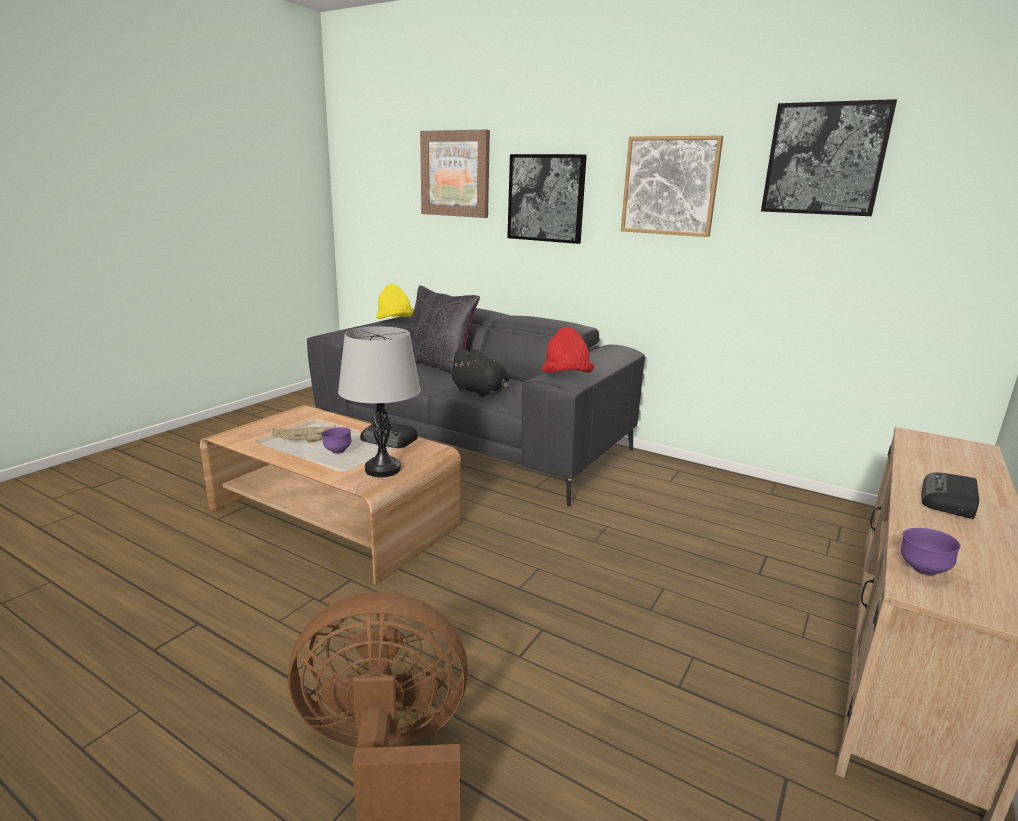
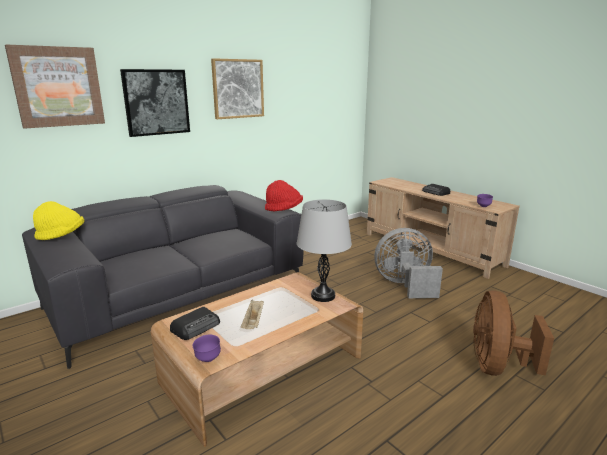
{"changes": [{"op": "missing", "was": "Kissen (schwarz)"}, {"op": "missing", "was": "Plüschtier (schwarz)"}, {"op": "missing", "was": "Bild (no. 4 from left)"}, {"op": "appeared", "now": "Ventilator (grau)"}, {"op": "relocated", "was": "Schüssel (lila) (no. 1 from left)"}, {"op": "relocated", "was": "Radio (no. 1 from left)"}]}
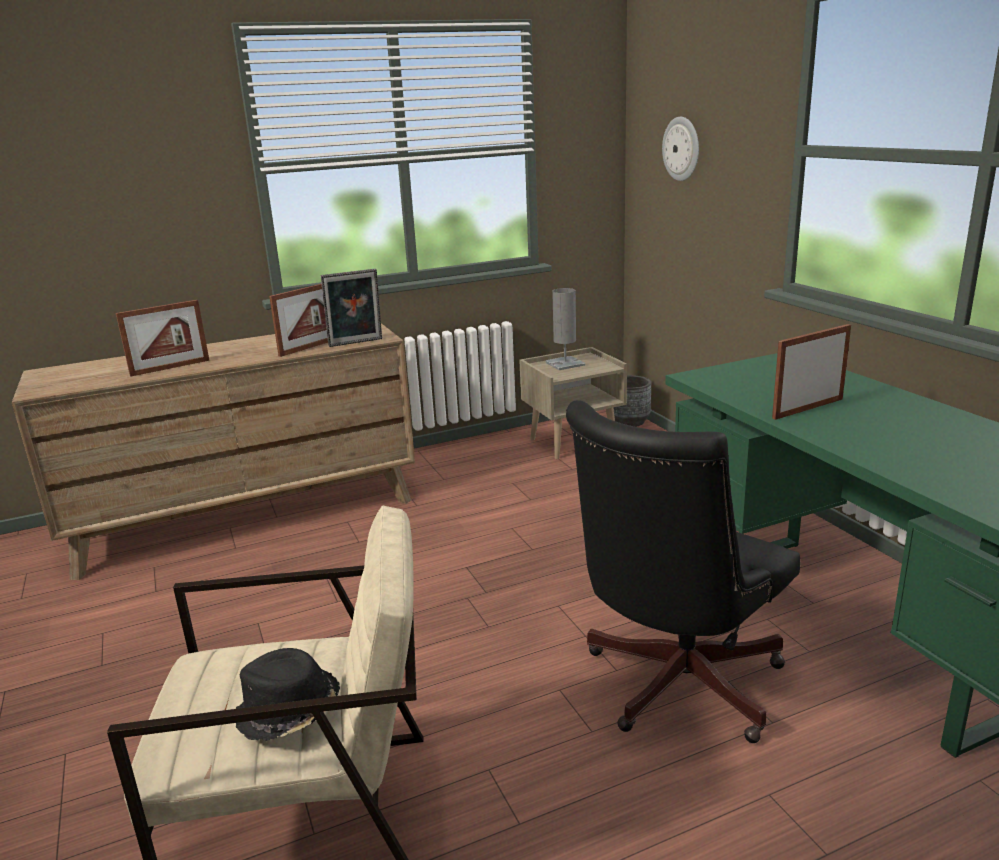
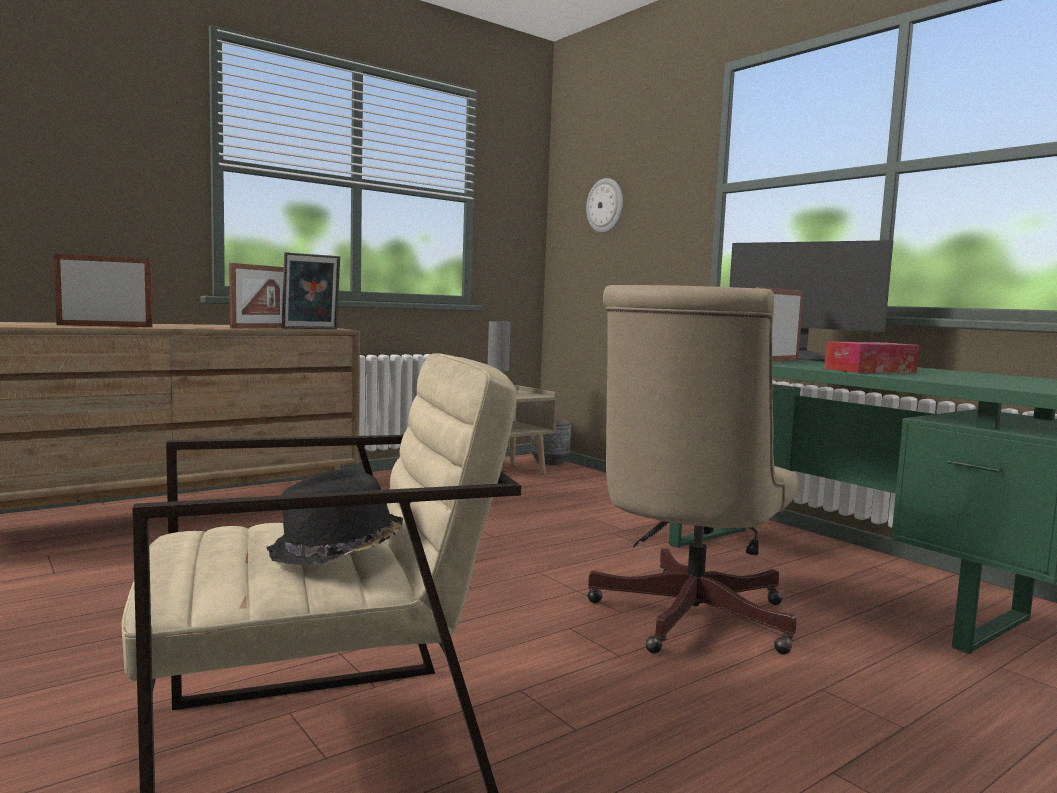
{"changes": [{"op": "appeared", "now": "Monitor"}, {"op": "appeared", "now": "Taschentuchbox"}, {"op": "colour", "was": "Bürostuhl (schwarz)", "now": "Bürostuhl (beige)"}, {"op": "spun", "was": "Bilderrahmen (no. 1 from left)", "clockwise": -150}]}
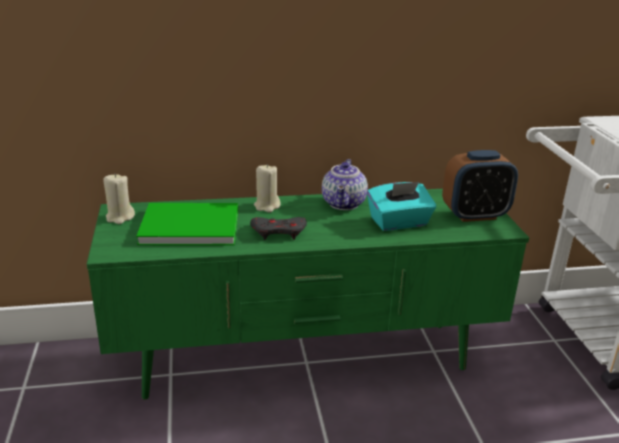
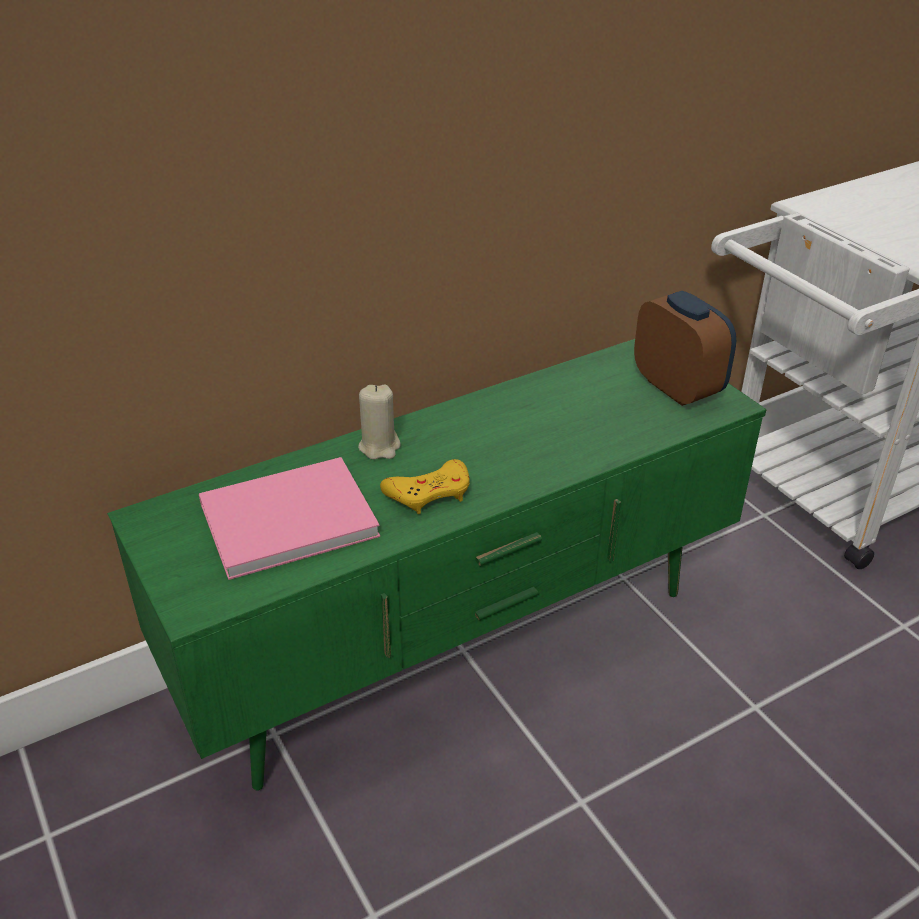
{"changes": [{"op": "missing", "was": "Kerze (beige) (no. 1 from left)"}, {"op": "missing", "was": "Teekanne"}, {"op": "missing", "was": "Taschentuchbox (türkis)"}, {"op": "colour", "was": "Buch (grün)", "now": "Buch (rosa)"}, {"op": "colour", "was": "Gamepad (grau)", "now": "Gamepad (gelb)"}, {"op": "spun", "was": "Wecker", "clockwise": -90}]}
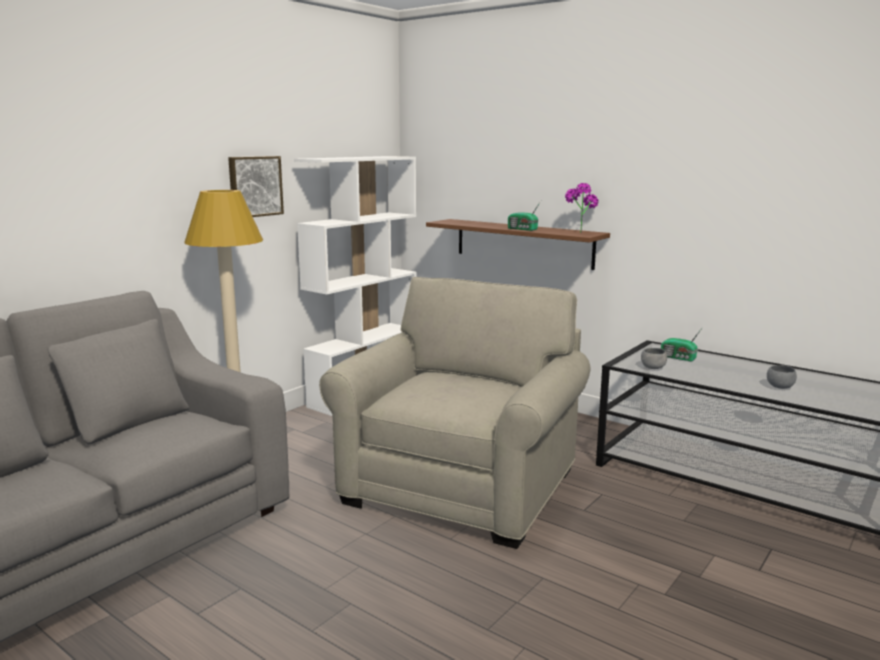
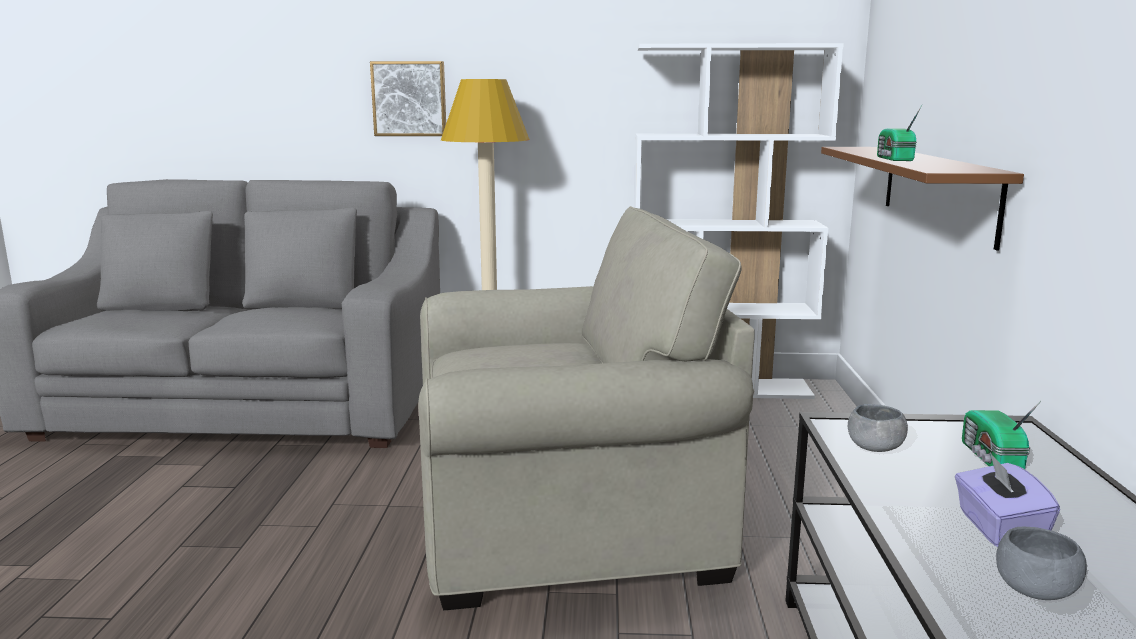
{"changes": [{"op": "missing", "was": "Topfpflanze"}, {"op": "appeared", "now": "Taschentuchbox (lila)"}, {"op": "relocated", "was": "Bild"}]}
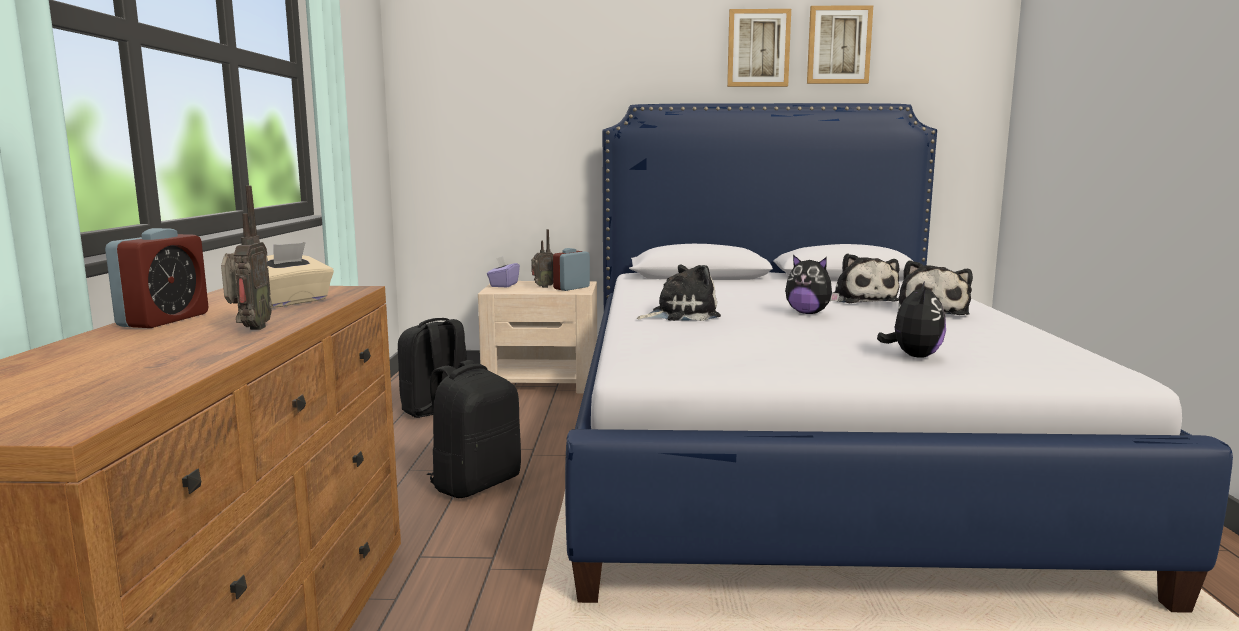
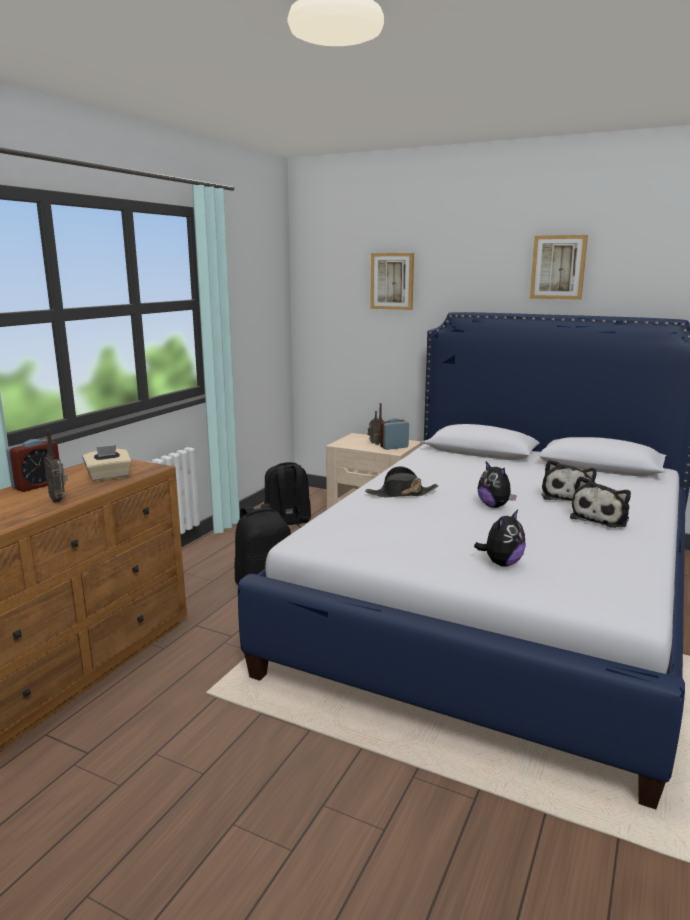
{"changes": [{"op": "missing", "was": "Taschentuchbox (lila)"}, {"op": "relocated", "was": "Bild (no. 2 from left in the first image)", "now": "Bild (no. 1 from left)"}, {"op": "exchanged", "was": "Plüschtier (no. 1 from left)", "now": "Hut (schwarz)"}, {"op": "spun", "was": "Radio (no. 1 from left)", "clockwise": 120}]}
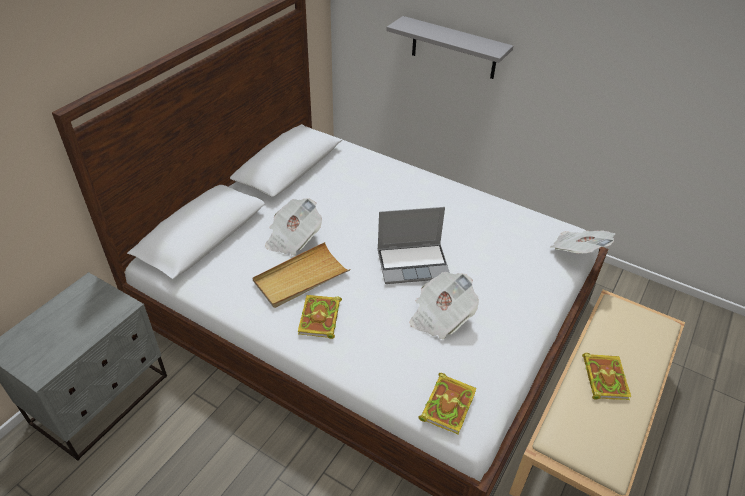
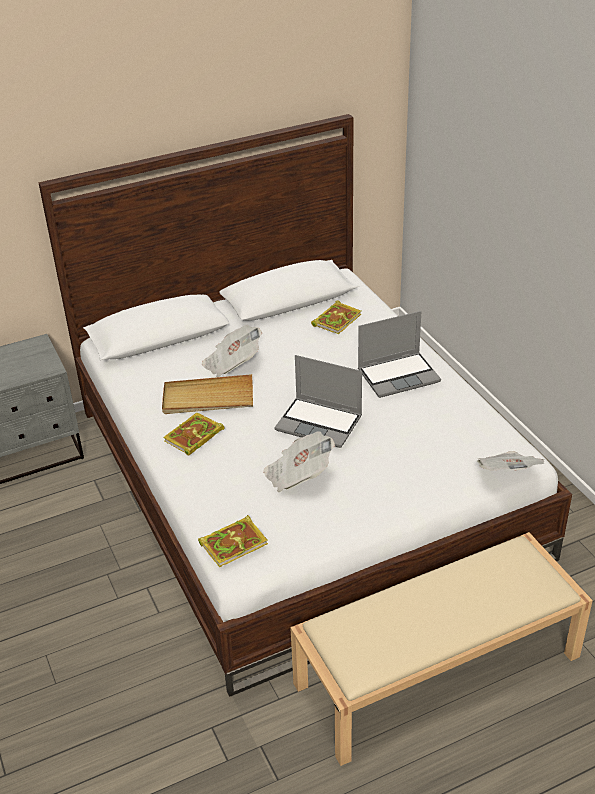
{"changes": [{"op": "missing", "was": "Wandregal (grau)"}, {"op": "appeared", "now": "Laptop (no. 2 from left)"}, {"op": "relocated", "was": "Buch (no. 3 from left)"}]}
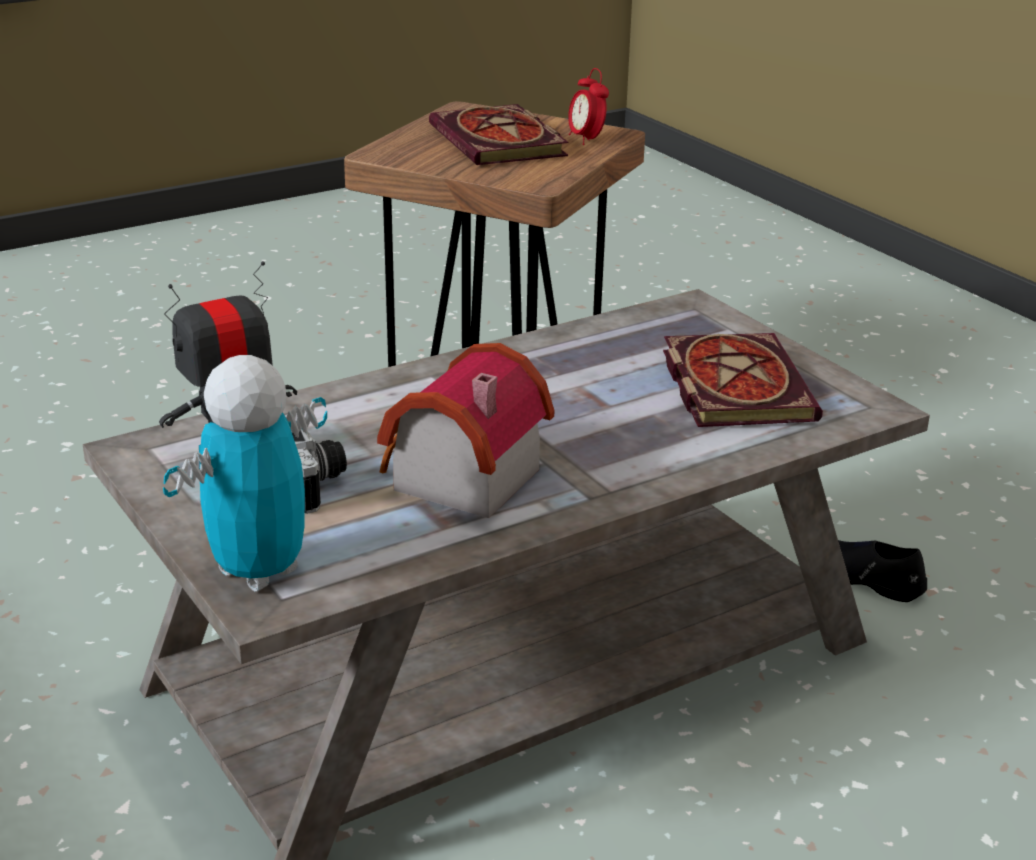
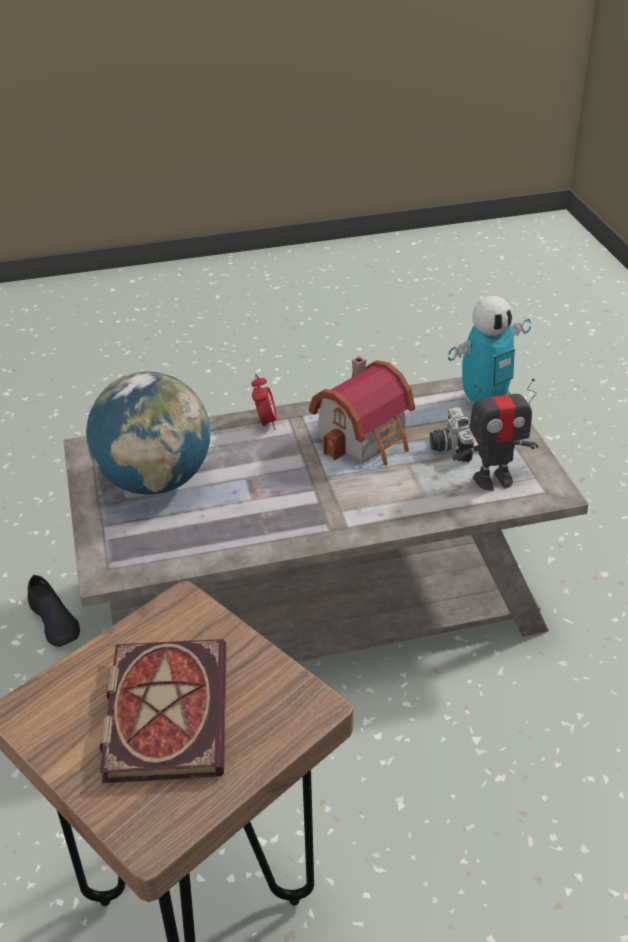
{"changes": [{"op": "relocated", "was": "Wecker"}, {"op": "exchanged", "was": "Buch (no. 2 from left)", "now": "Globus"}]}
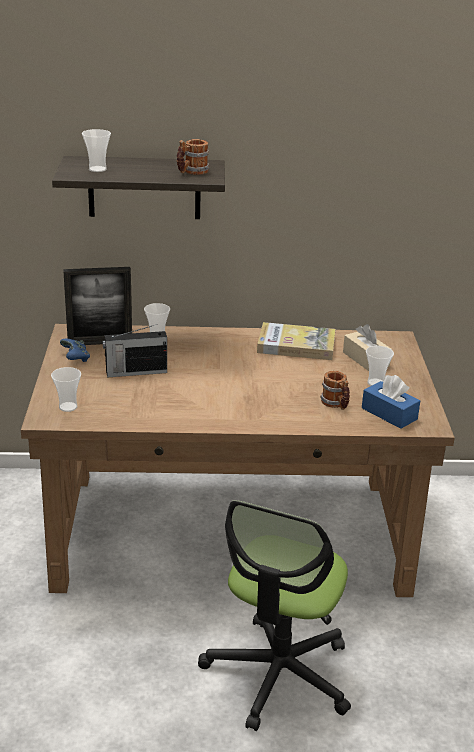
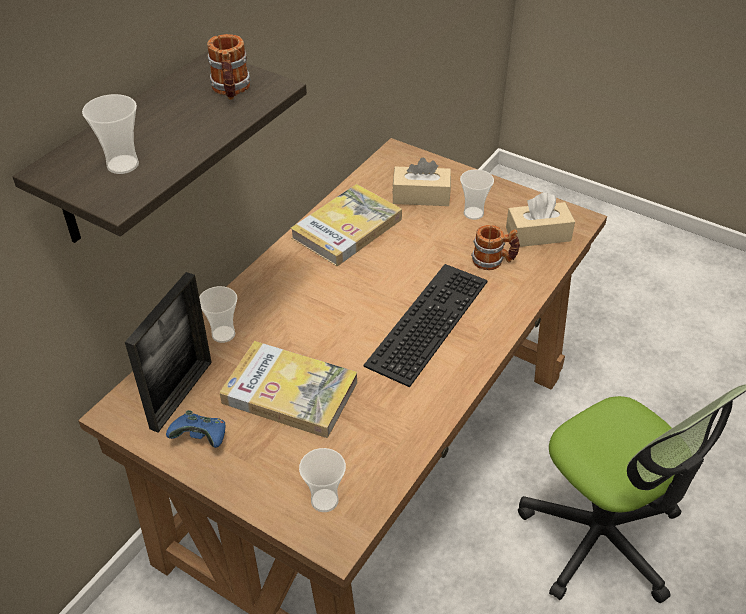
{"changes": [{"op": "appeared", "now": "Tastatur"}, {"op": "exchanged", "was": "Radio", "now": "Buch (no. 1 from left)"}, {"op": "colour", "was": "Taschentuchbox (blau)", "now": "Taschentuchbox (beige) (no. 2 from left)"}]}
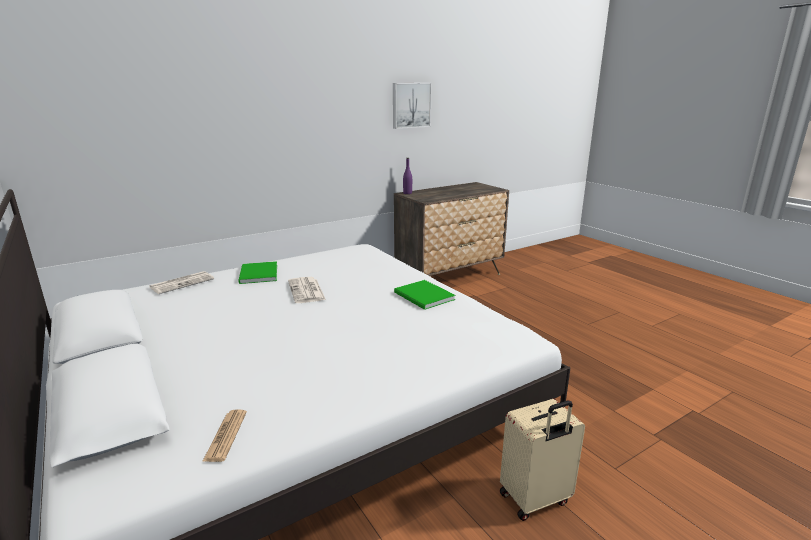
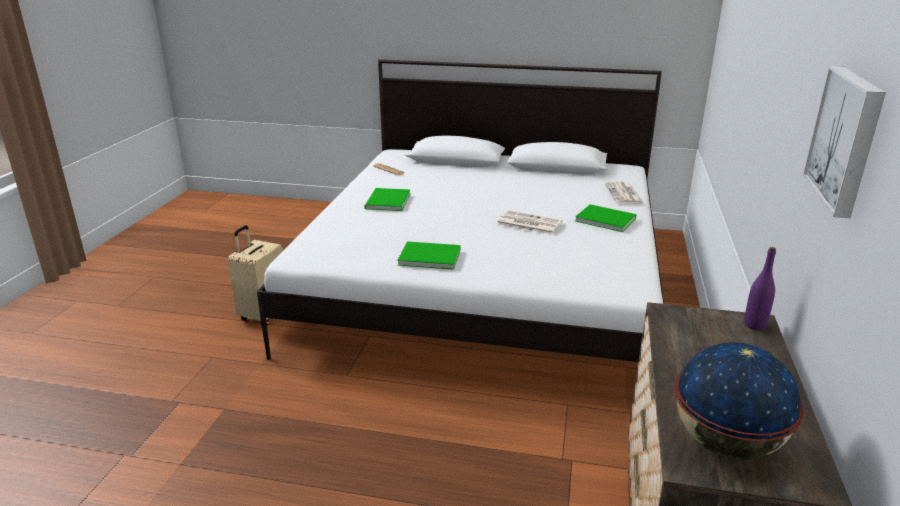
{"changes": [{"op": "appeared", "now": "Buch (grün) (no. 1 from left)"}, {"op": "appeared", "now": "Globus"}]}
